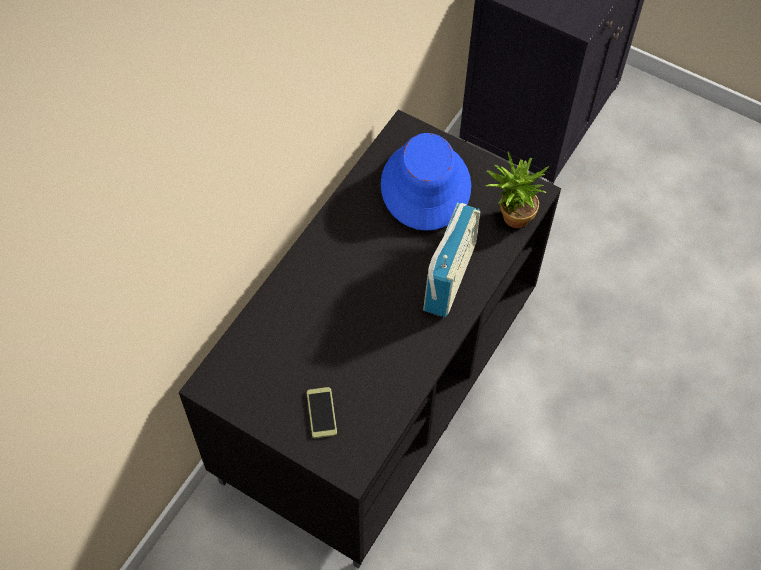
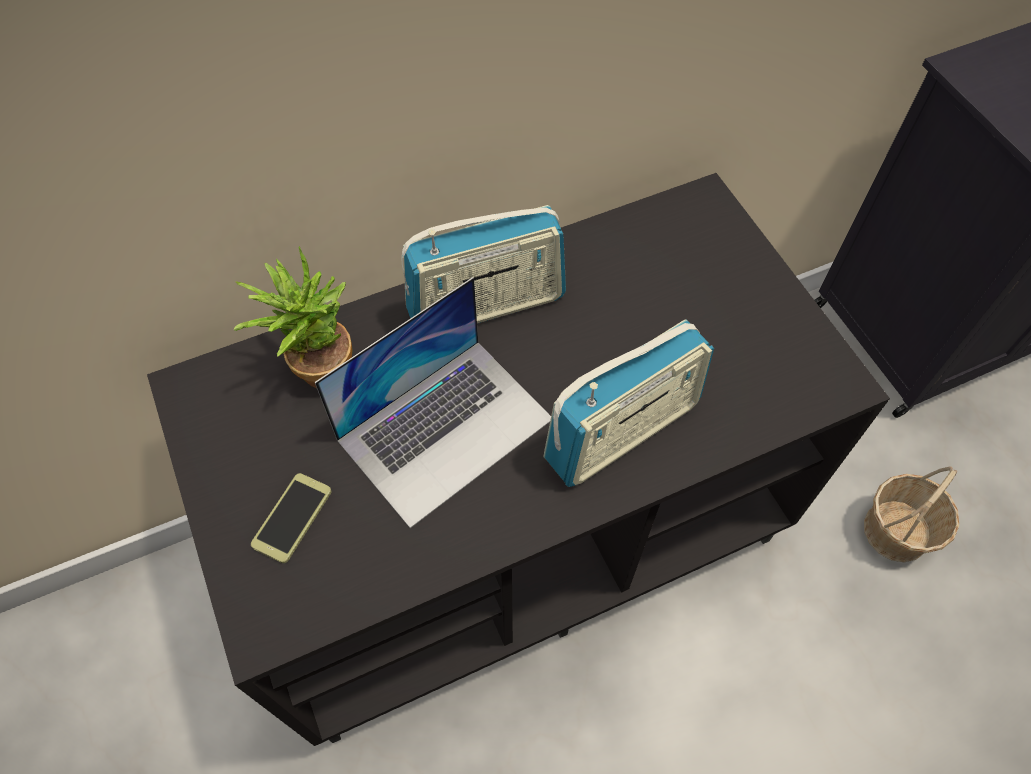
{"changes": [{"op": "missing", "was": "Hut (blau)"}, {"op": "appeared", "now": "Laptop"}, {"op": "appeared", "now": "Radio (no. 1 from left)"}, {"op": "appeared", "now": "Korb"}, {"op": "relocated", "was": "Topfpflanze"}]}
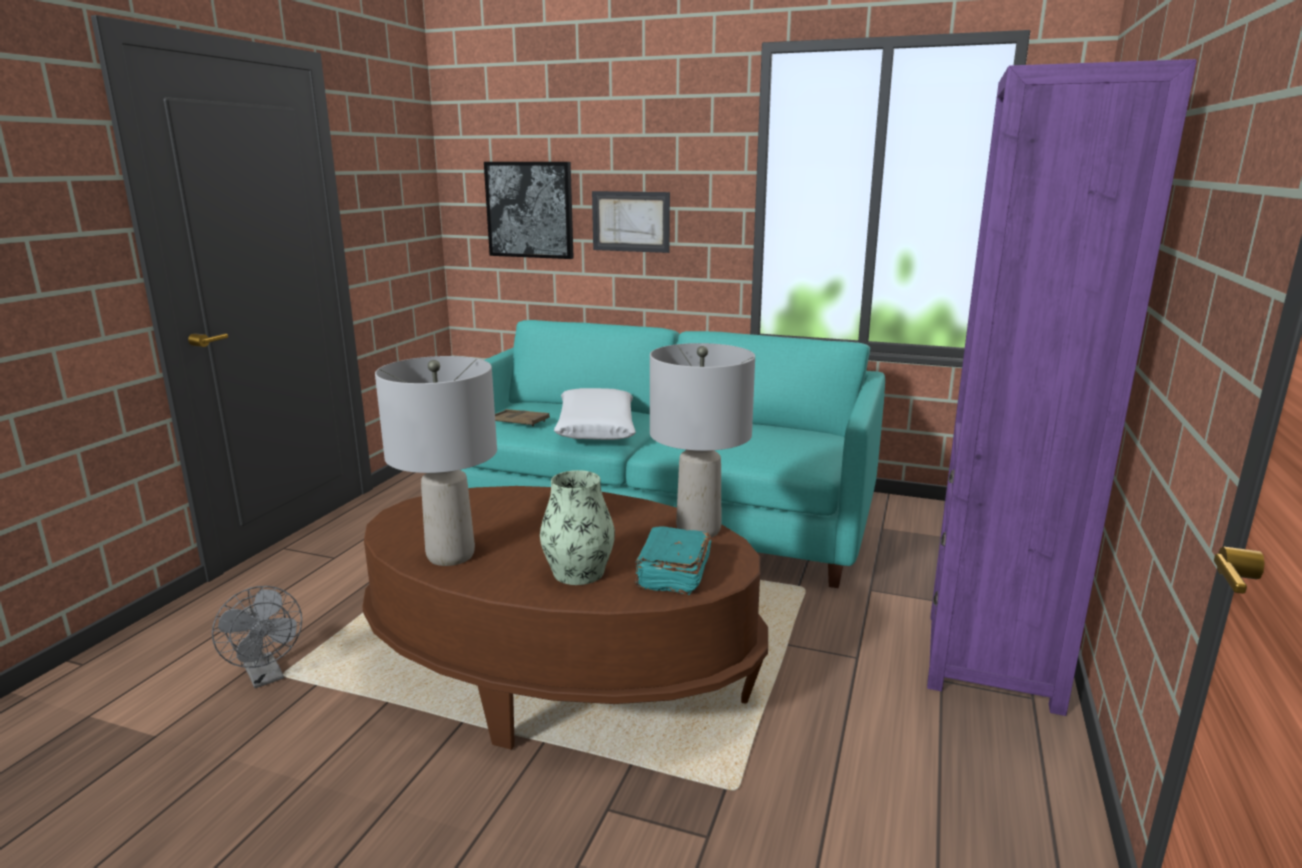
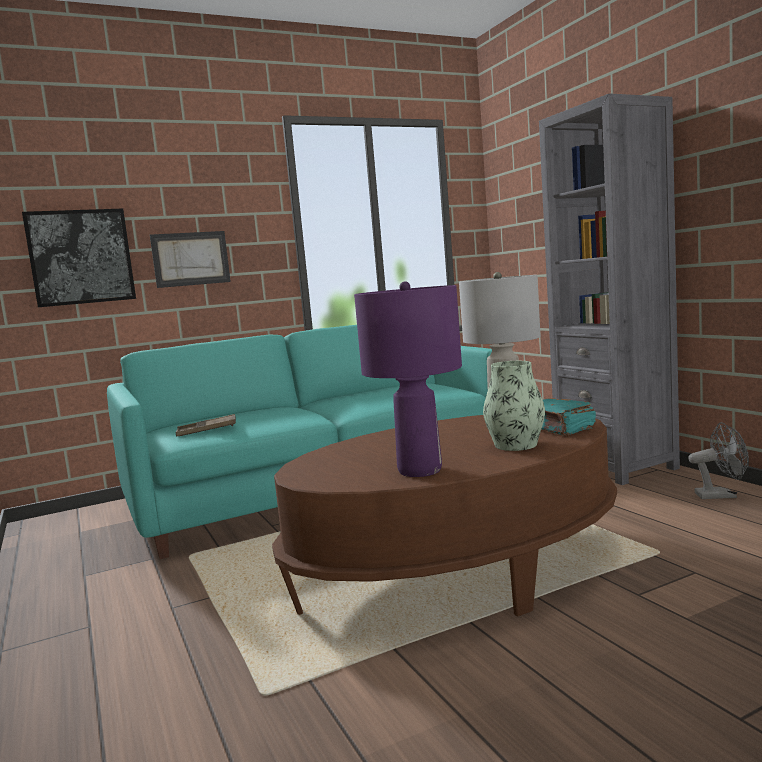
{"changes": [{"op": "missing", "was": "Kissen (weiß)"}, {"op": "relocated", "was": "Ventilator (grau)"}, {"op": "colour", "was": "Tischlampe (grau) (no. 1 from left)", "now": "Tischlampe (lila)"}, {"op": "colour", "was": "Bücherregal (lila)", "now": "Bücherregal (grau)"}]}
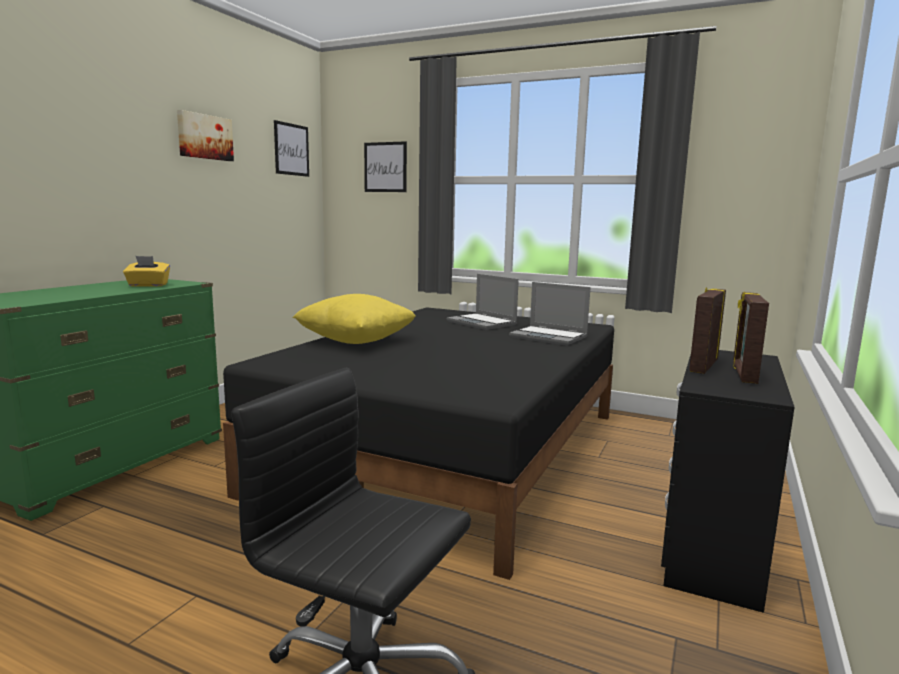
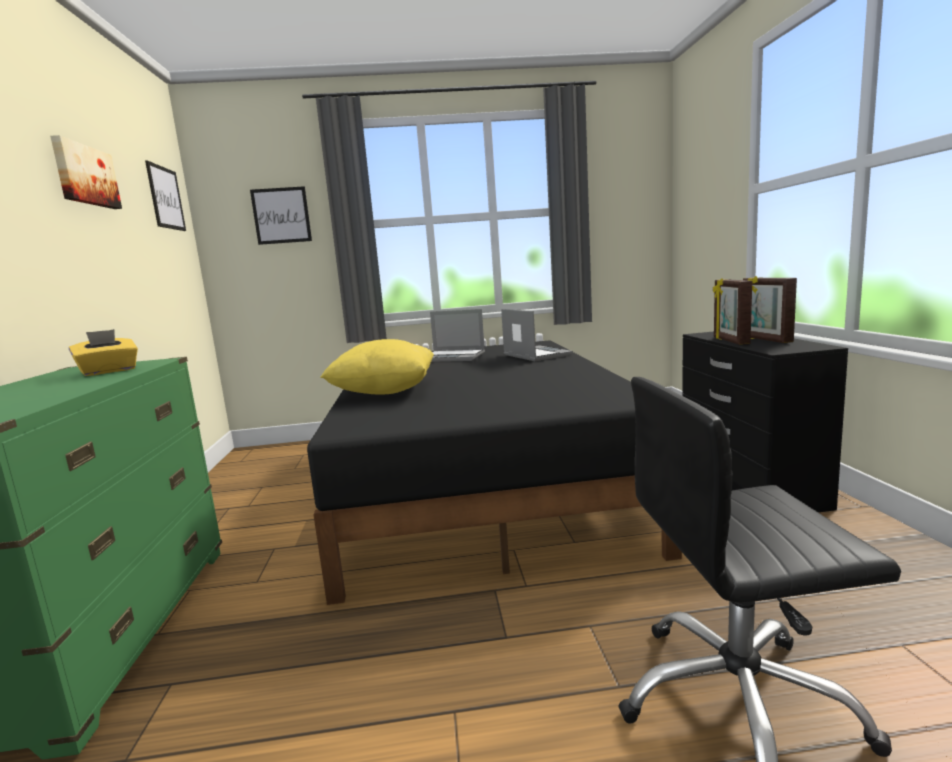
{"changes": [{"op": "spun", "was": "Laptop (no. 2 from left)", "clockwise": -120}]}
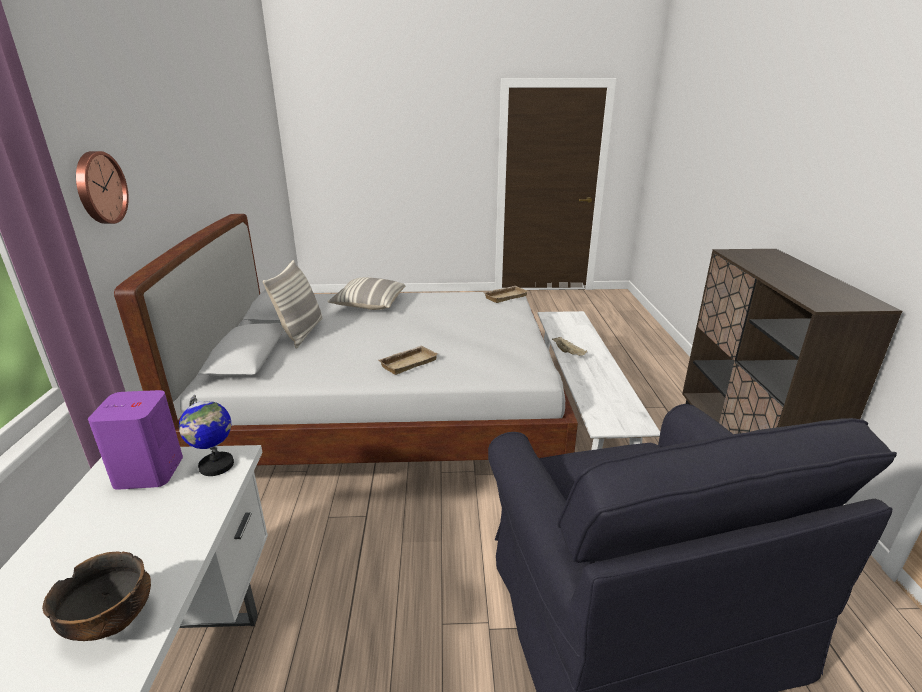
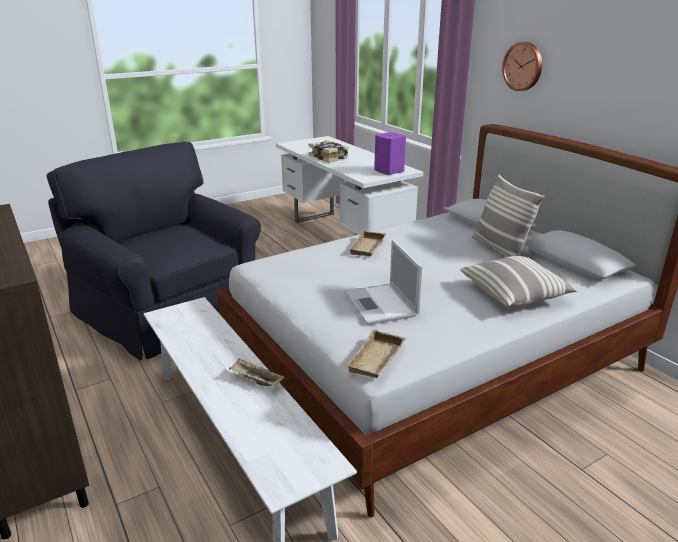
{"changes": [{"op": "missing", "was": "Globus"}, {"op": "appeared", "now": "Laptop"}, {"op": "exchanged", "was": "Schüssel", "now": "Buch"}]}
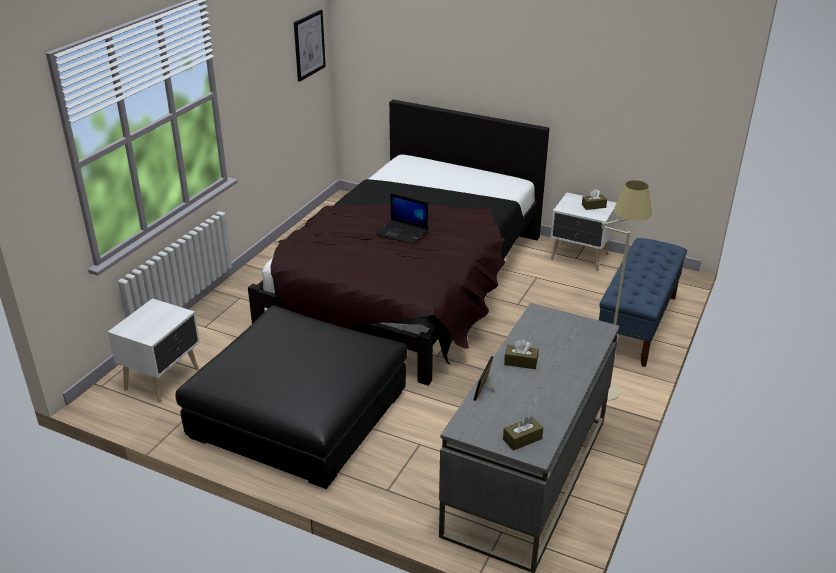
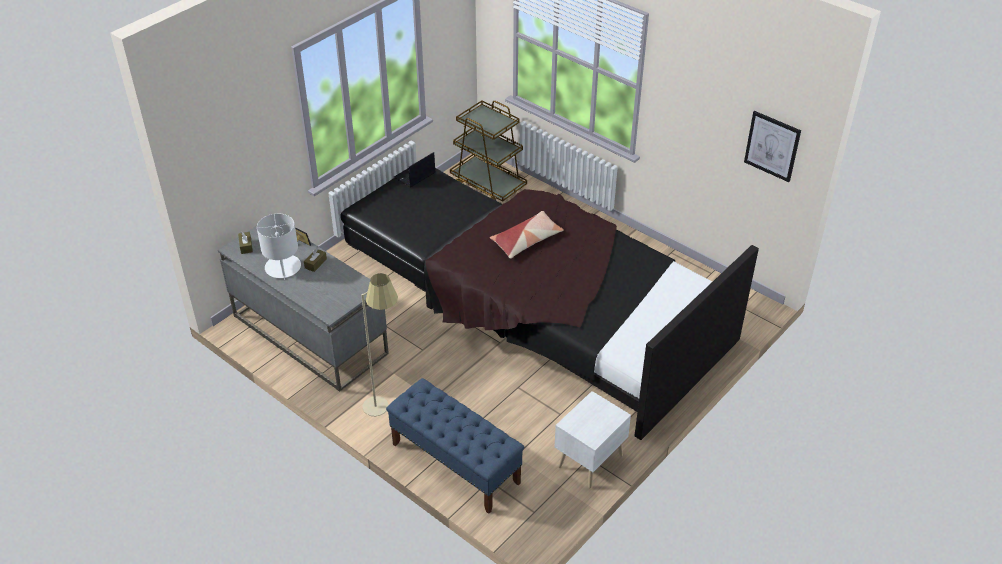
{"changes": [{"op": "missing", "was": "Taschentuchbox (braun) (no. 3 from left)"}, {"op": "appeared", "now": "Tischlampe (weiß)"}, {"op": "appeared", "now": "Kissen"}, {"op": "relocated", "was": "Laptop"}, {"op": "exchanged", "was": "Nachttisch (weiß) (no. 1 from left)", "now": "Rollwagen (braun)"}]}
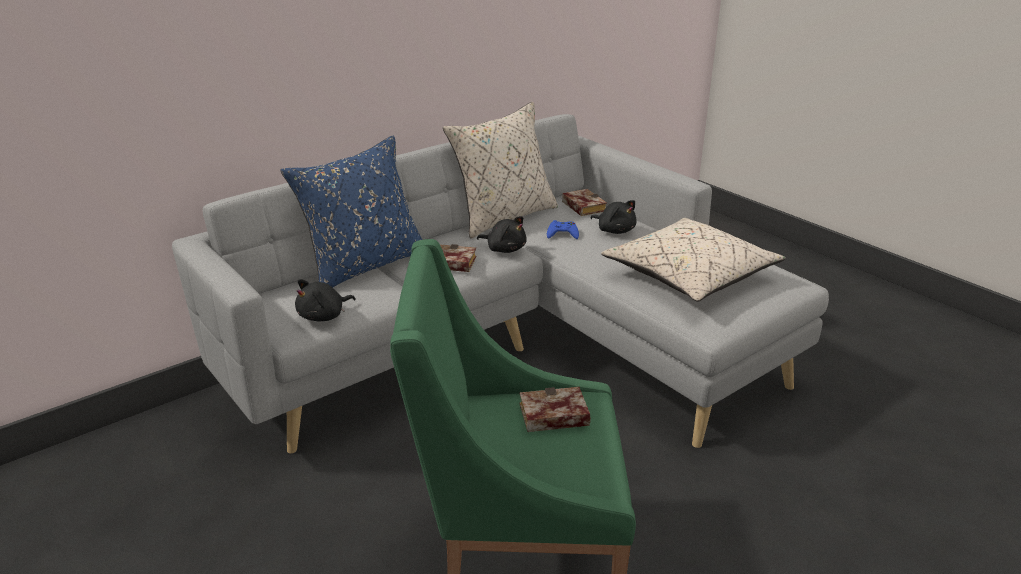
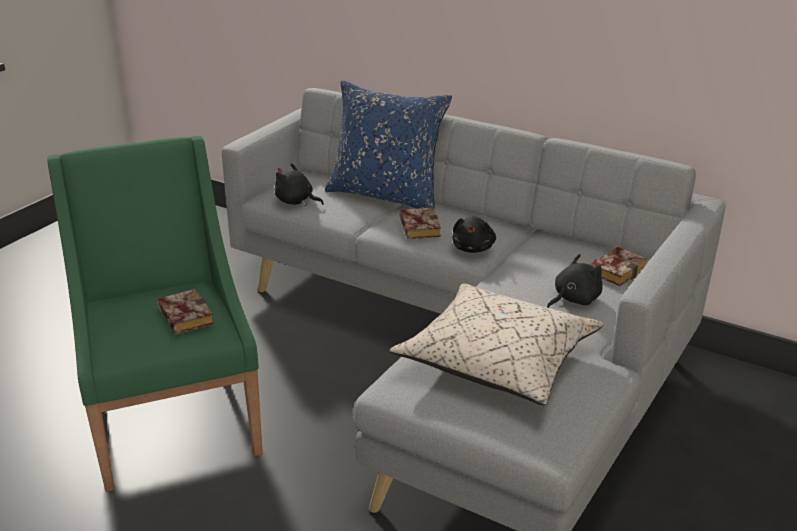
{"changes": [{"op": "missing", "was": "Kissen (beige) (no. 1 from left)"}, {"op": "missing", "was": "Gamepad (blau)"}, {"op": "spun", "was": "Plüschtier (schwarz) (no. 3 from left)", "clockwise": -150}]}
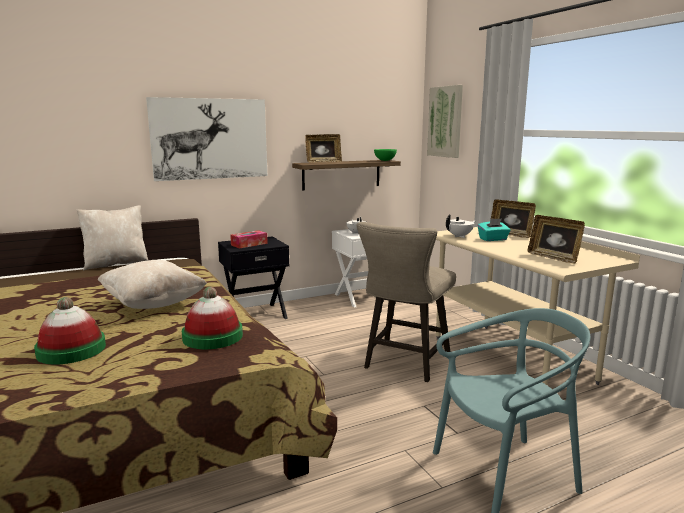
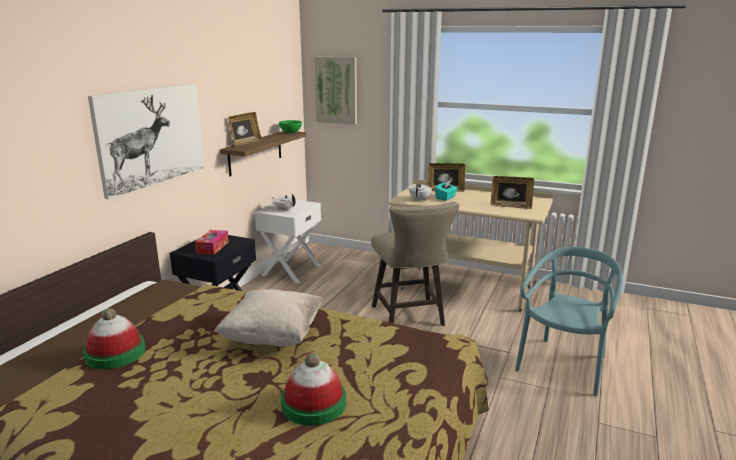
{"changes": [{"op": "missing", "was": "Kissen (beige) (no. 1 from left)"}, {"op": "relocated", "was": "Hut (no. 2 from left in the first image)", "now": "Hut (no. 1 from left)"}]}
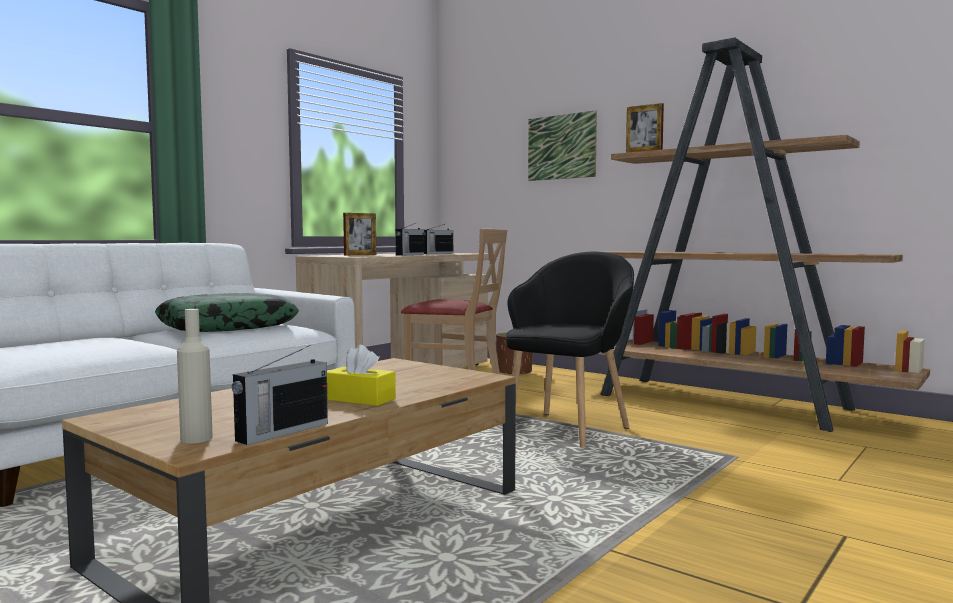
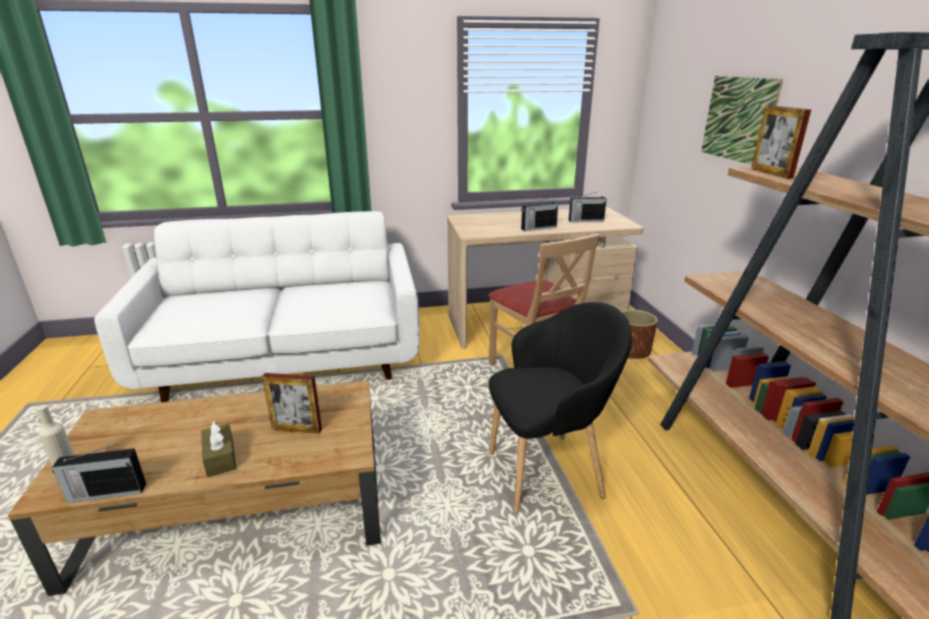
{"changes": [{"op": "missing", "was": "Kissen"}, {"op": "relocated", "was": "Bilderrahmen (no. 1 from left)"}, {"op": "colour", "was": "Taschentuchbox (gelb)", "now": "Taschentuchbox (braun)"}]}
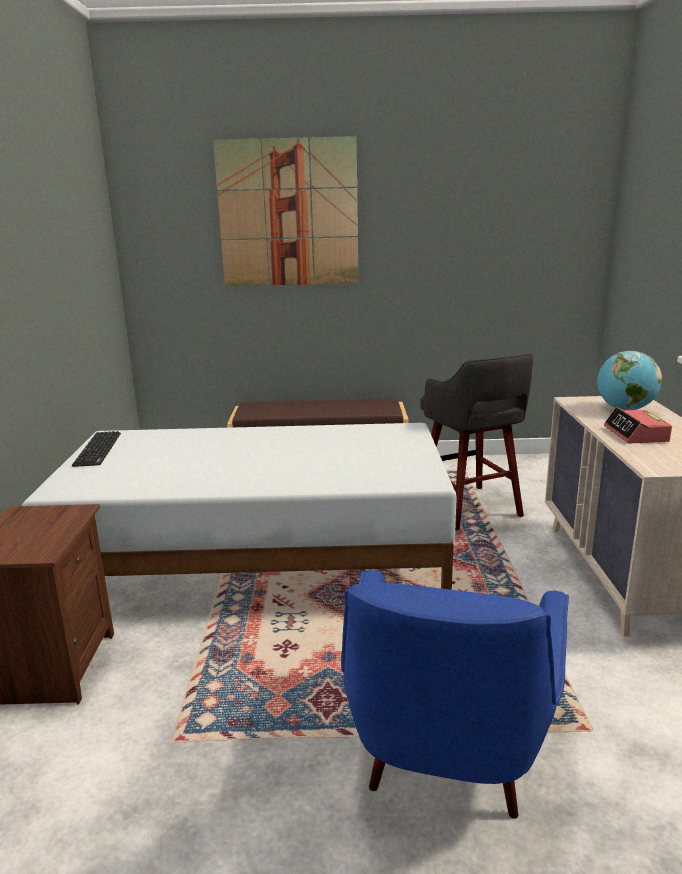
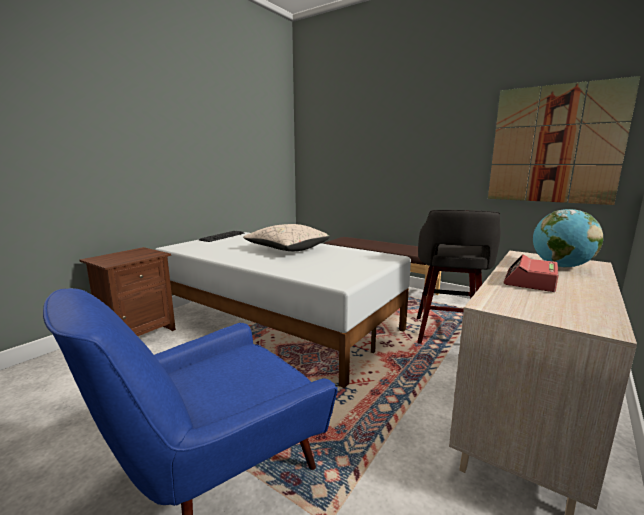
{"changes": [{"op": "appeared", "now": "Kissen (beige)"}, {"op": "relocated", "was": "Bild"}]}
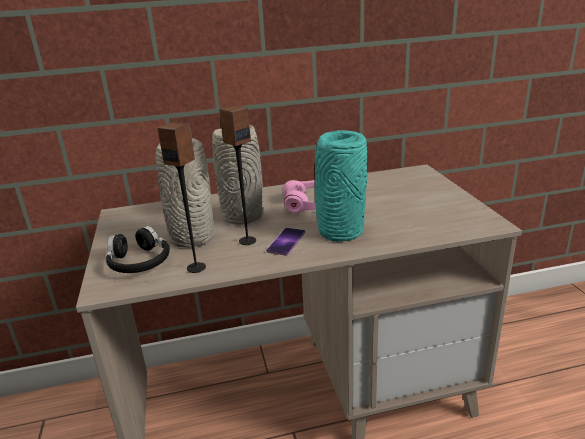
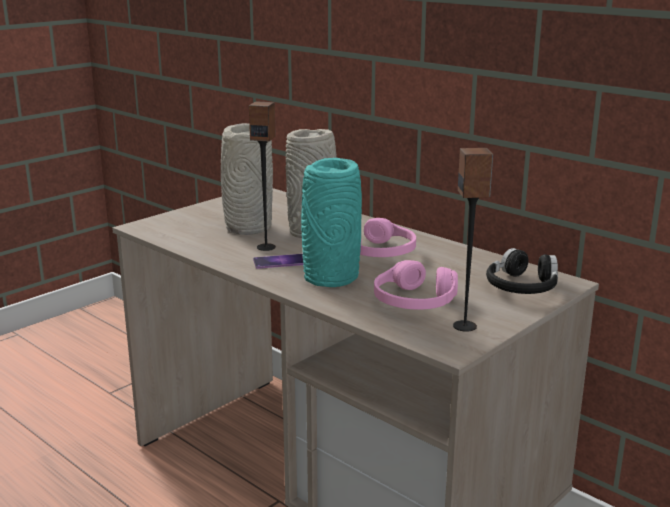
{"changes": [{"op": "appeared", "now": "Kopfhörer (rosa) (no. 2 from left)"}, {"op": "relocated", "was": "Kopfhörer (schwarz)"}, {"op": "relocated", "was": "Lautsprecher (no. 1 from left in the first image)", "now": "Lautsprecher (no. 2 from left)"}]}
